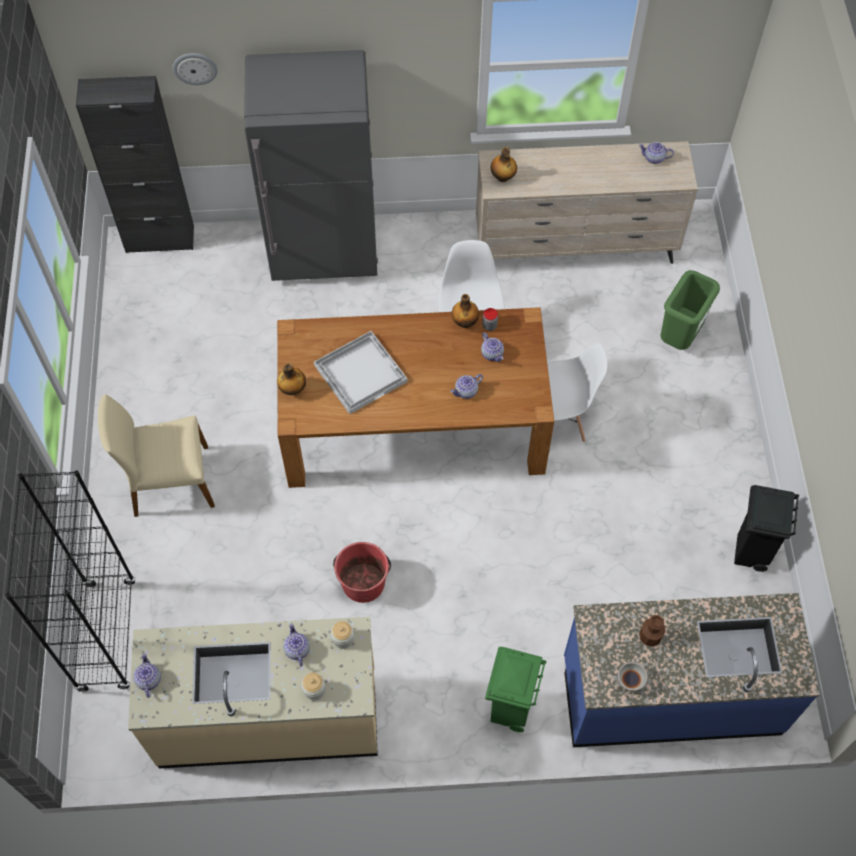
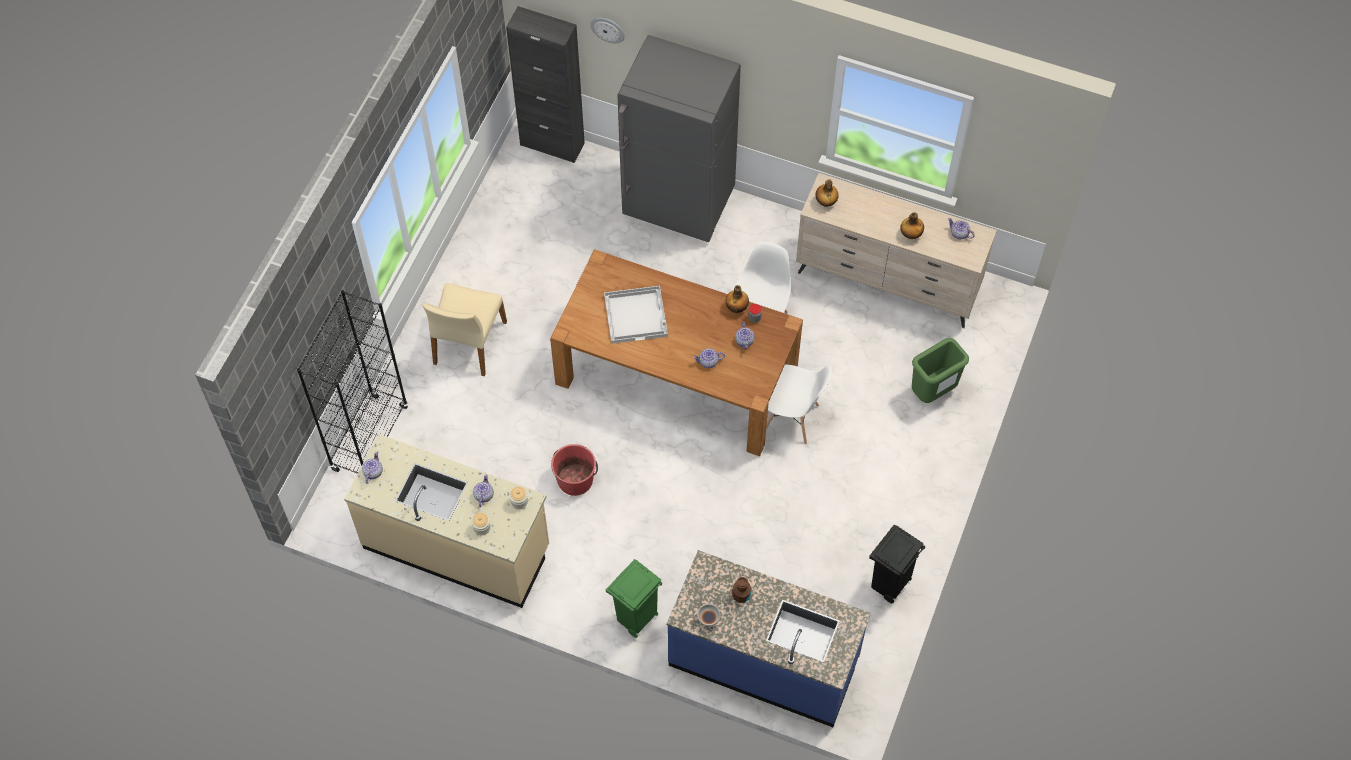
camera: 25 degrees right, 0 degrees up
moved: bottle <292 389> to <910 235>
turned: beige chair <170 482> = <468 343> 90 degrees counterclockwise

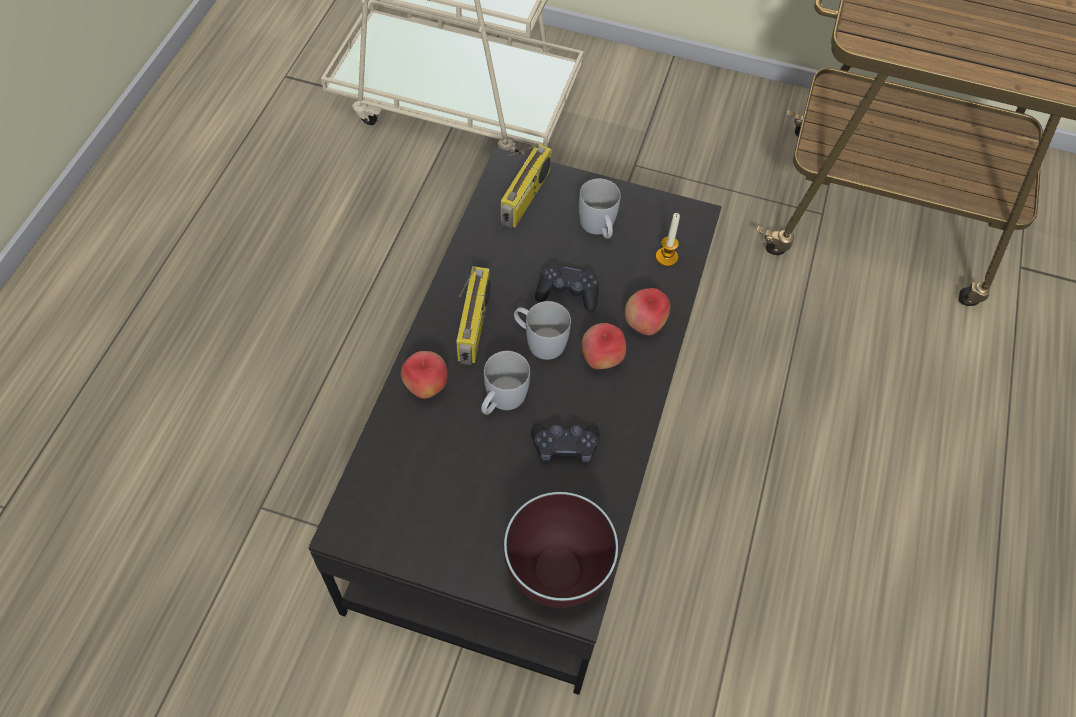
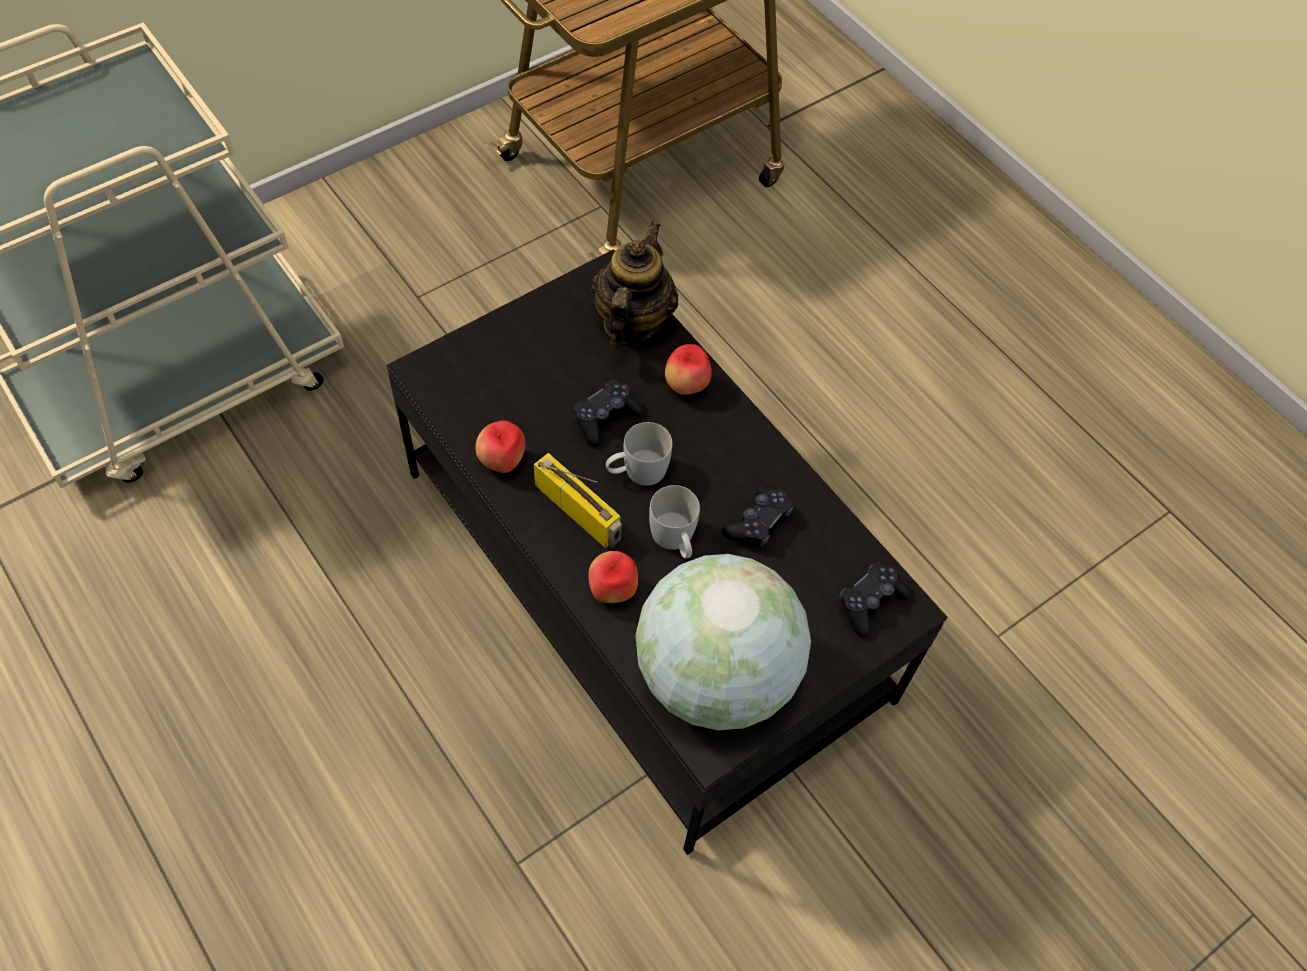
camera: 55 degrees left, 0 degrees up
removed: radio <526 198>; white mug <599 228>
added: globe <715 675>
moved: apple <601 359> to <502 461>
replaced: brown bowl <559 572> to black game controller <870 602>; candle <666 257> to teapot <631 323>

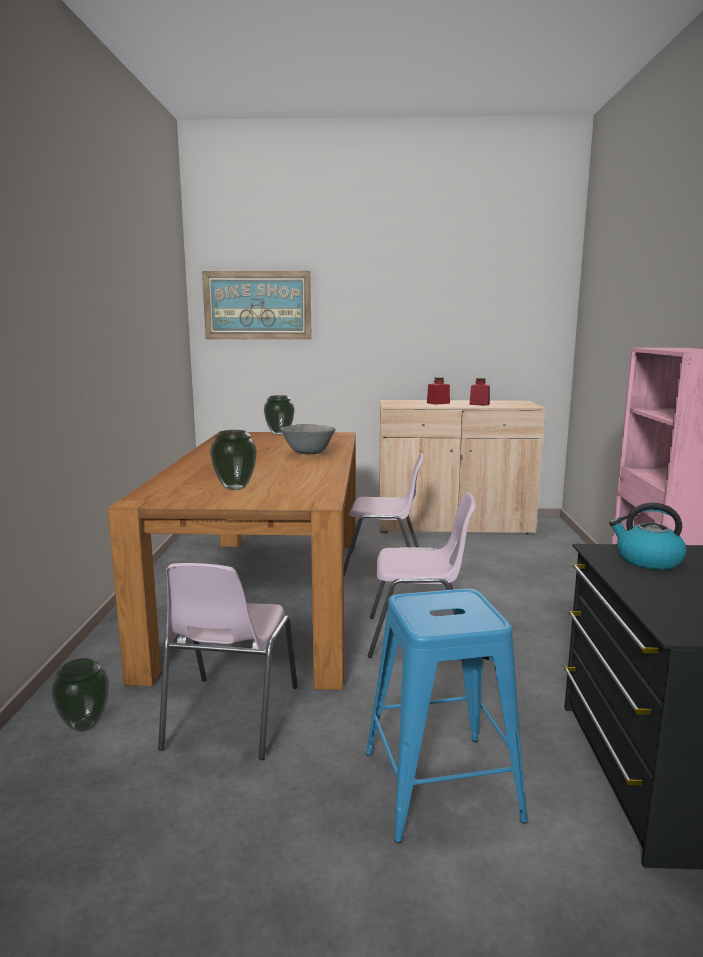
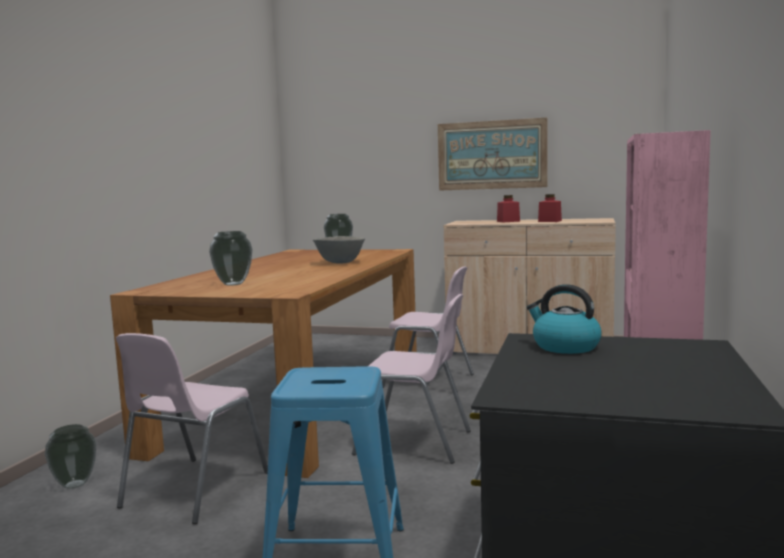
camera: 15 degrees right, 5 degrees down
moved: picture <257 305> to <491 155>

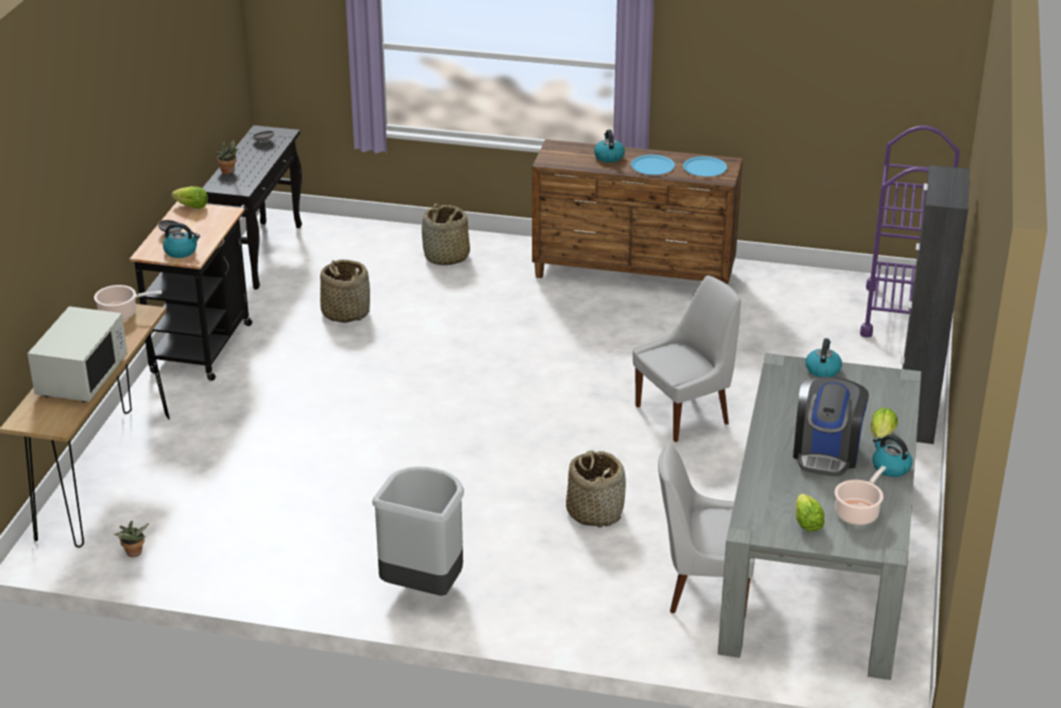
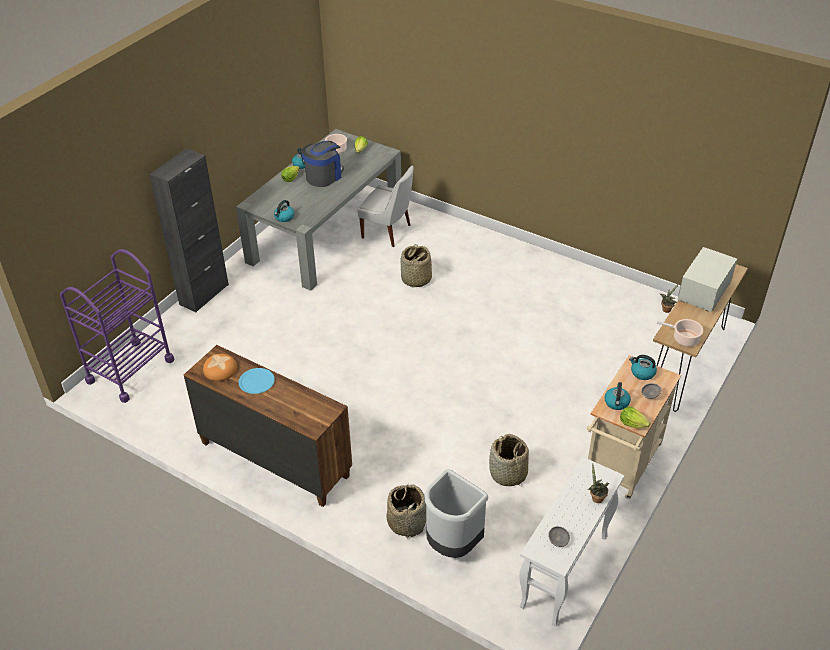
camera: 160 degrees left, 10 degrees up
removed: white chair <685 414>
moved: grey trash can <424 587> to <452 544>; kettle <608 157> to <616 403>
replaced: blue plate <704 168> to bread <220 370>
recoloured: black cart <204 343> to beige cart <620 466>; black console table <260 254> to white console table <564 572>

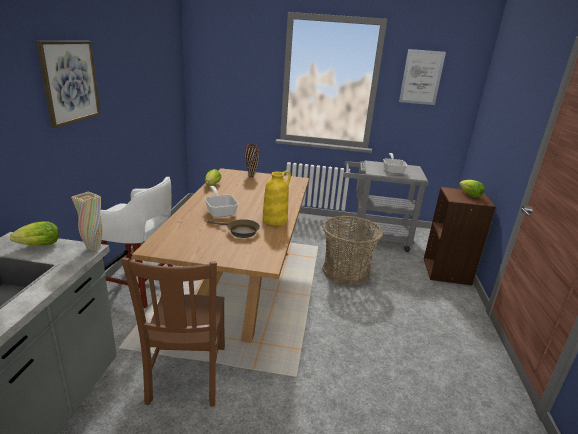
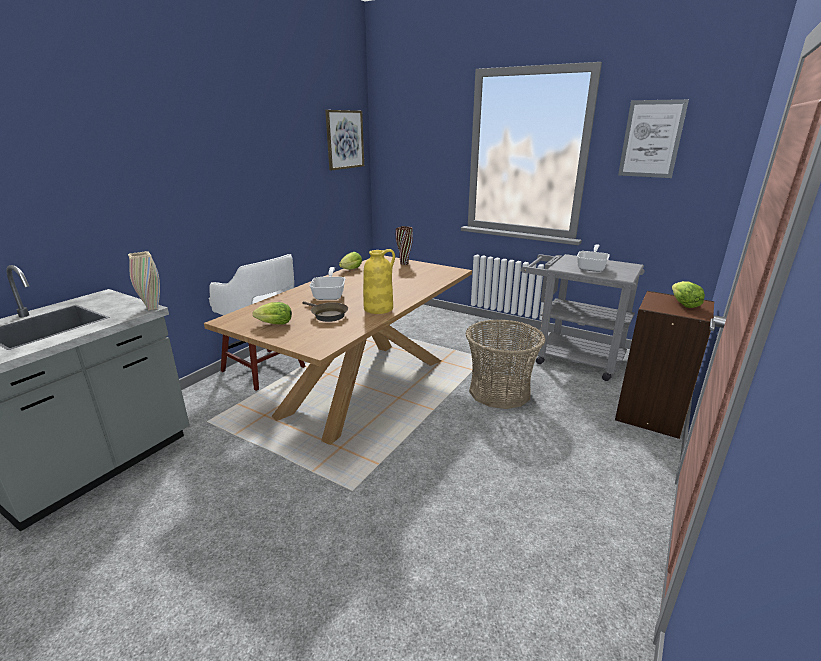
camera: 25 degrees right, 0 degrees up
removed: brown chair <187 376>
moved: lettuce <37 246> to <273 324>; picture <70 82> to <344 139>

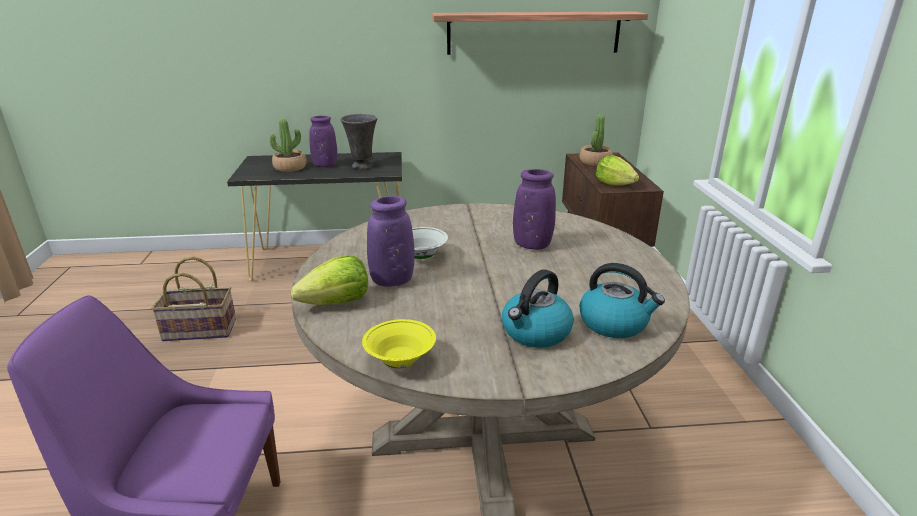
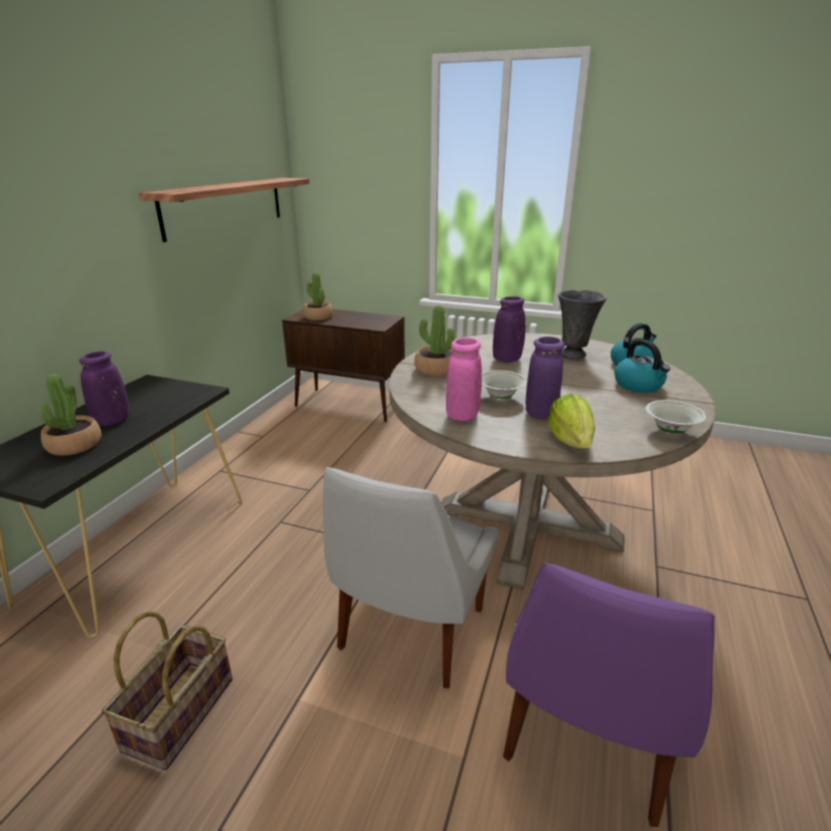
camera: 65 degrees left, 0 degrees up
removed: lettuce <614 184>
added: white chair <409 633>; potted plant <435 369>; pink vase <462 415>
moved: grey vase <362 166> to <574 355>
recoloured: yellow bowl <400 362> to white bowl <671 430>

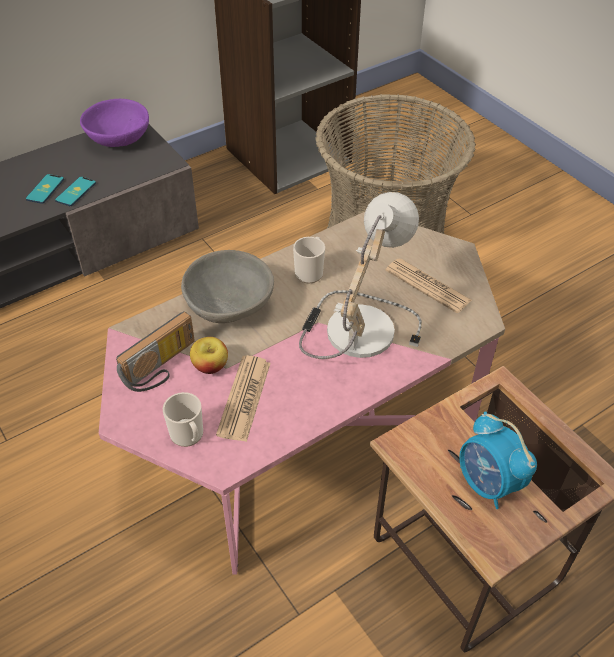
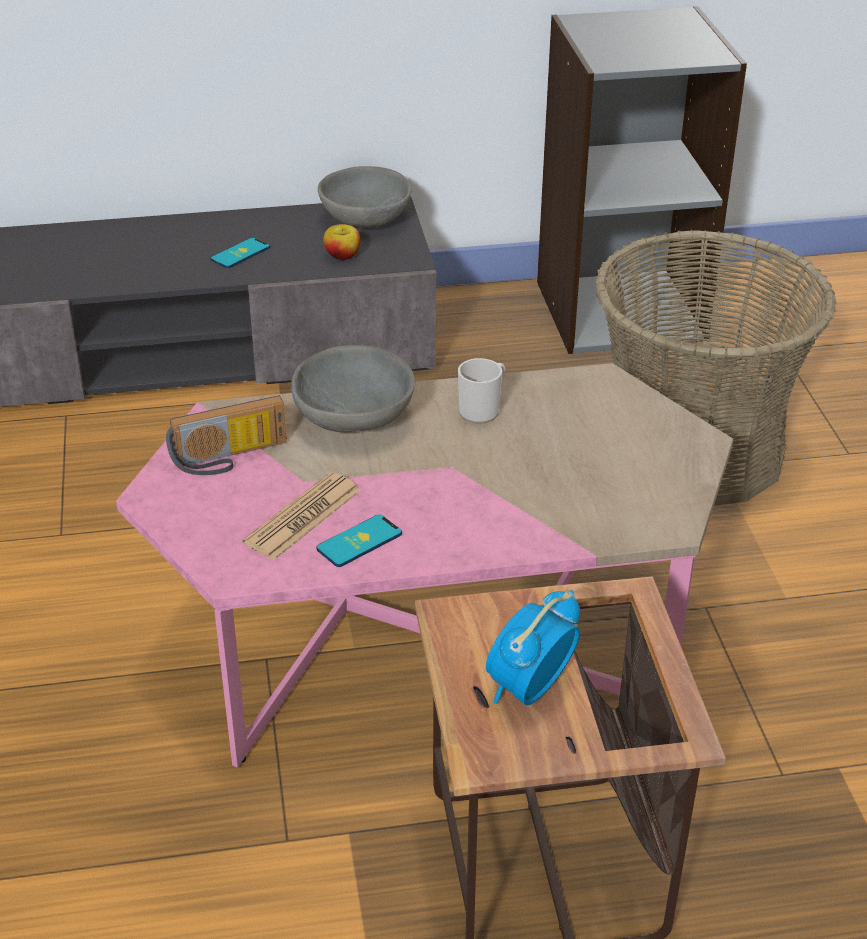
camera: 25 degrees right, 10 degrees down
removed: mug <188 436>; table lamp <355 327>; newspaper <428 286>
moved: phone <76 192> to <359 541>; apple <210 366> to <342 255>
recoloured: purple bowl <119 139> to grey bowl <366 220>
turned: alarm clock <488 483> = <529 689> 45 degrees clockwise

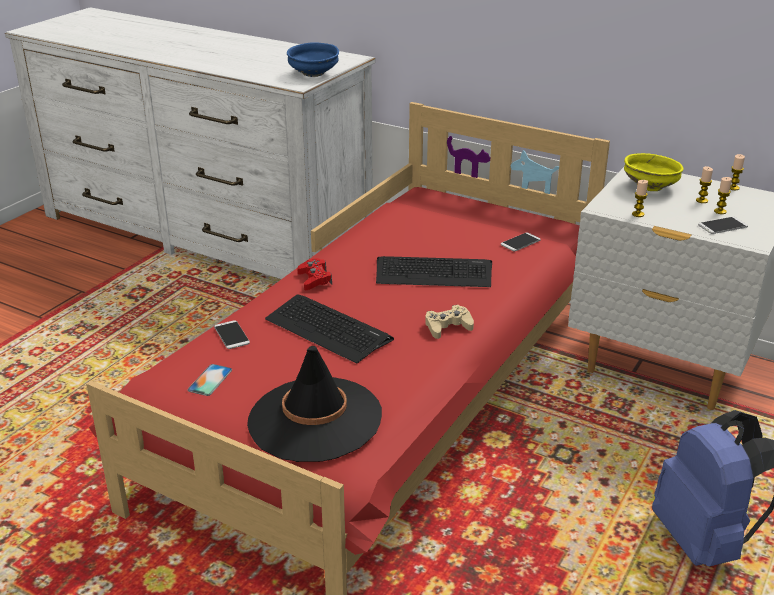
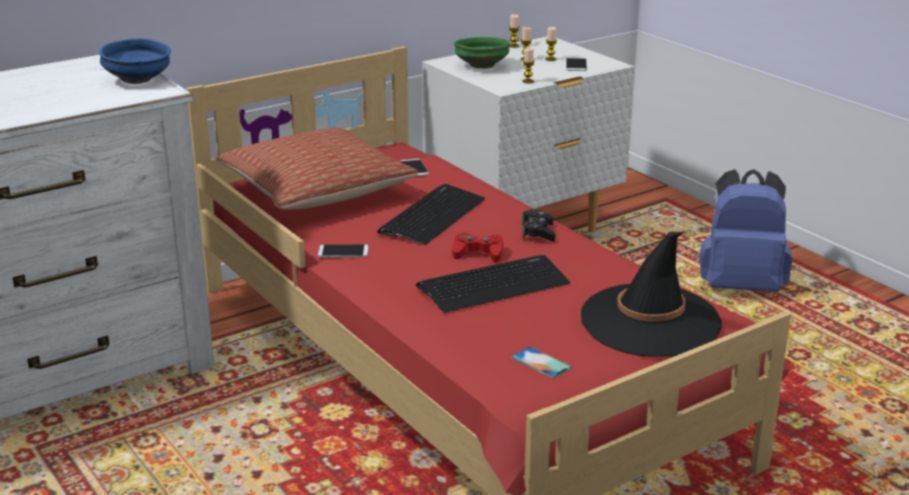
camera: 65 degrees left, 5 degrees down
added: pillow <316 191>
moved: phone <231 335> to <343 252>; red game controller <314 279> to <478 253>
recoloured: beige game controller <448 327> to black game controller <538 232>; yellow bowl <651 187> to green bowl <481 66>

